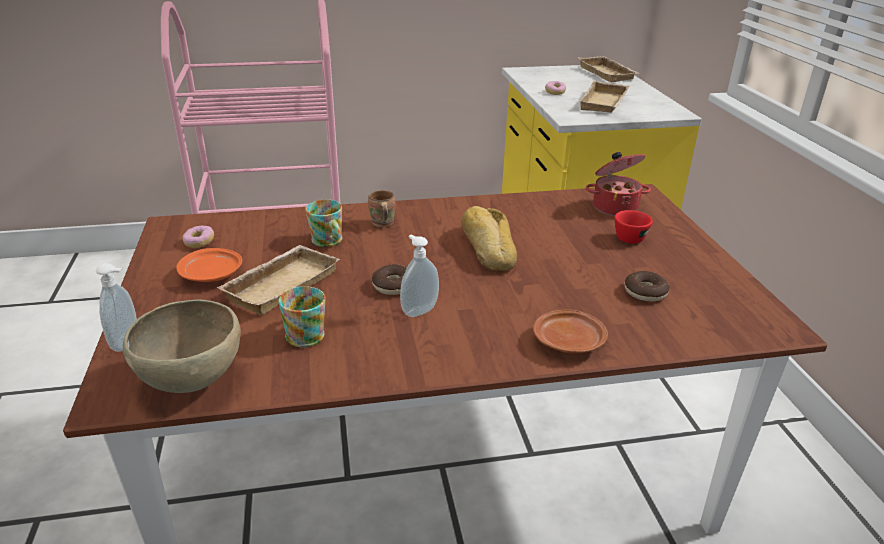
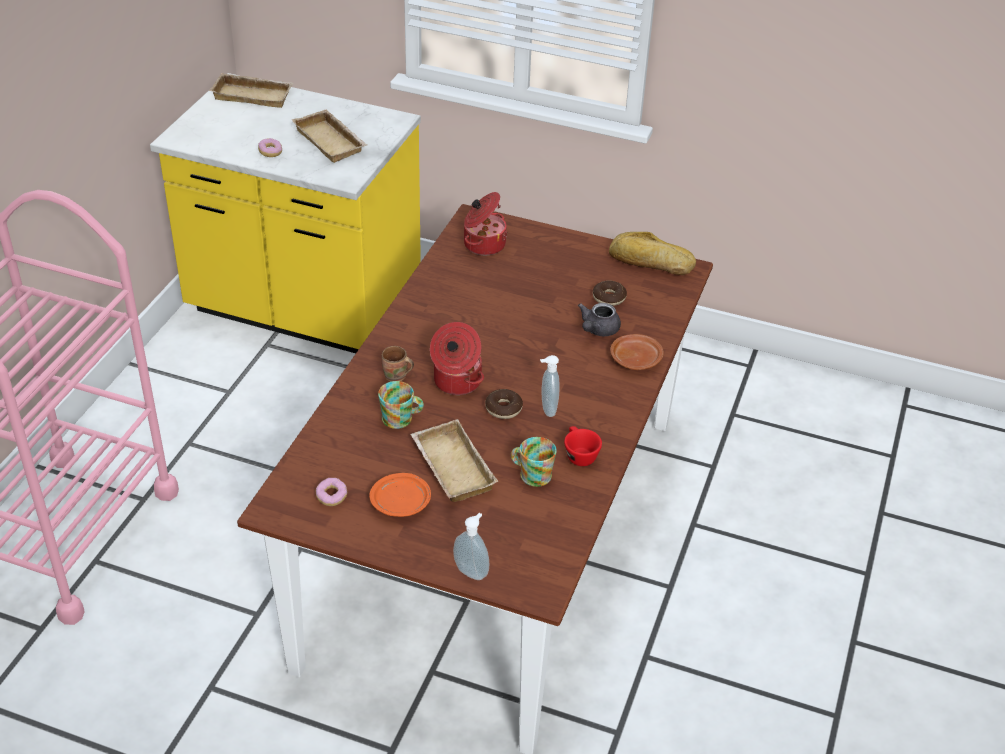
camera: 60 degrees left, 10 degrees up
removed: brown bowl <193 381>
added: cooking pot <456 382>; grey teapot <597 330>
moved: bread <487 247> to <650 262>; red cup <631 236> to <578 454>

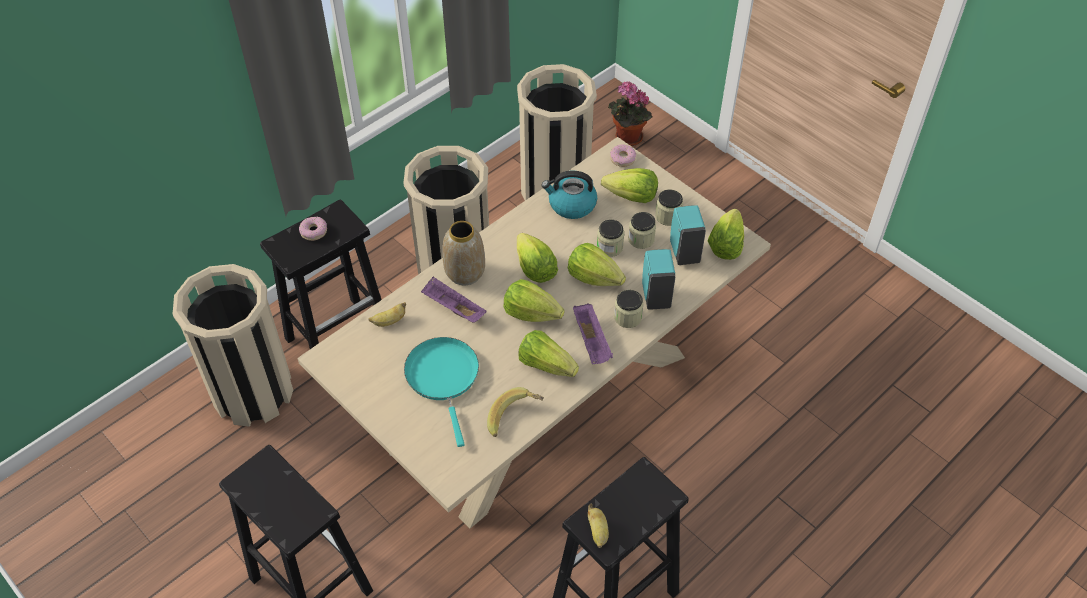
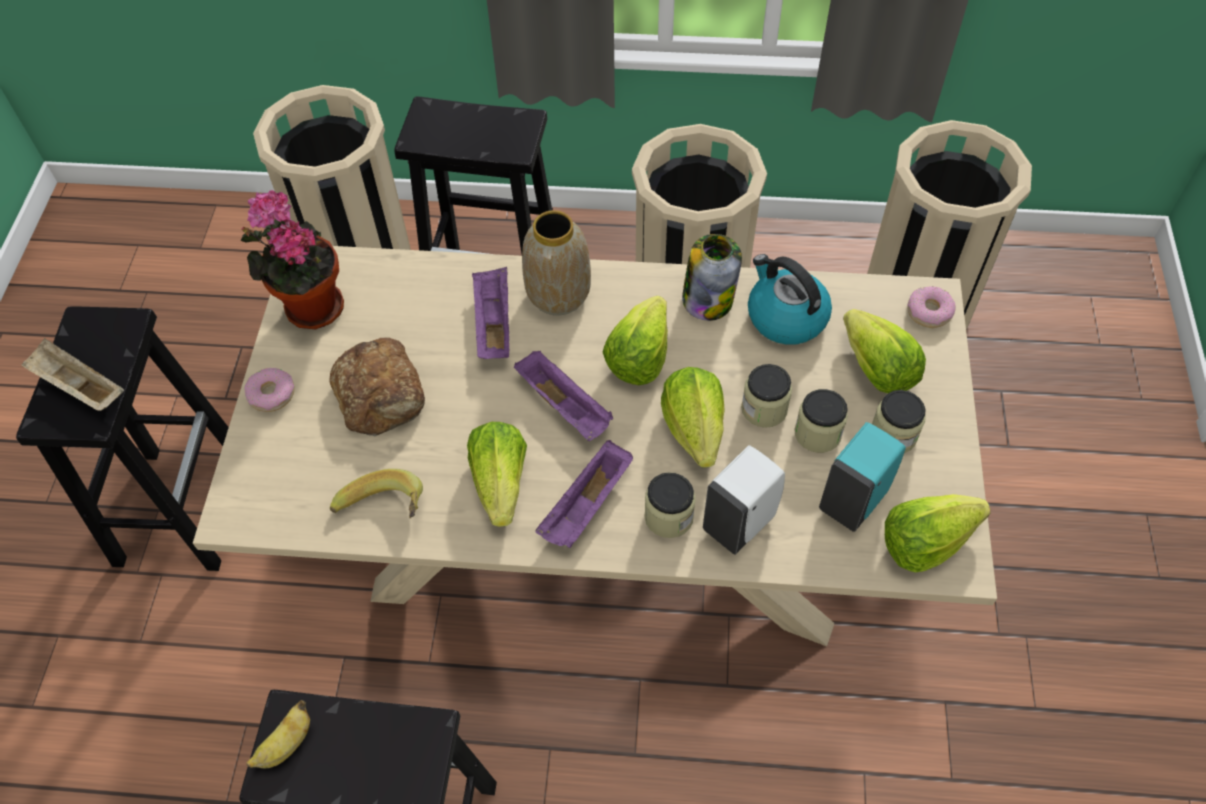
camera: 50 degrees right, 5 degrees up
removed: banana <389 321>
added: beige tray <79 387>; jar <708 299>
moved: donut <313 231> to <271 394>; potted plant <626 138> to <309 306>
replaced: turquoise frying pan <443 377> to bread <381 393>; lettuce <531 313> to purple tray <565 406>
recoloured: turquoise soap dispenser <655 295> to white soap dispenser <740 522>

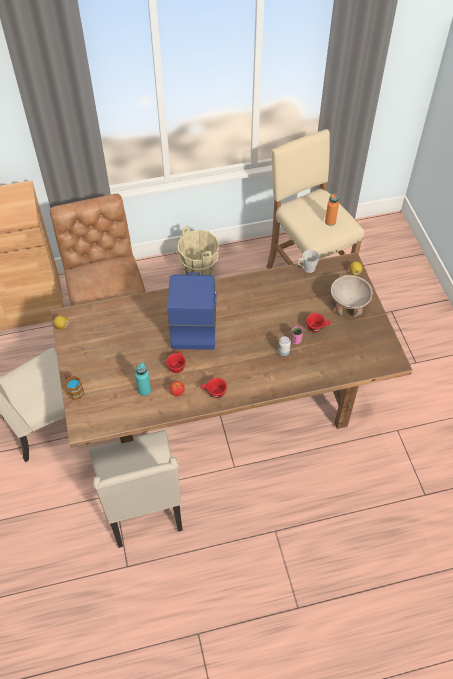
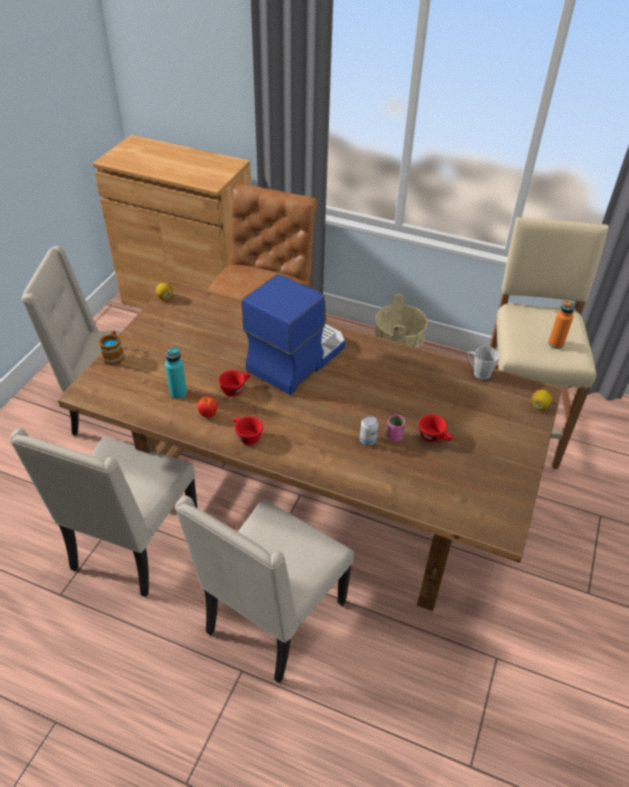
camera: 35 degrees right, 10 degrees down
removed: beige bowl <348 305>
added: beige chair <273 618>

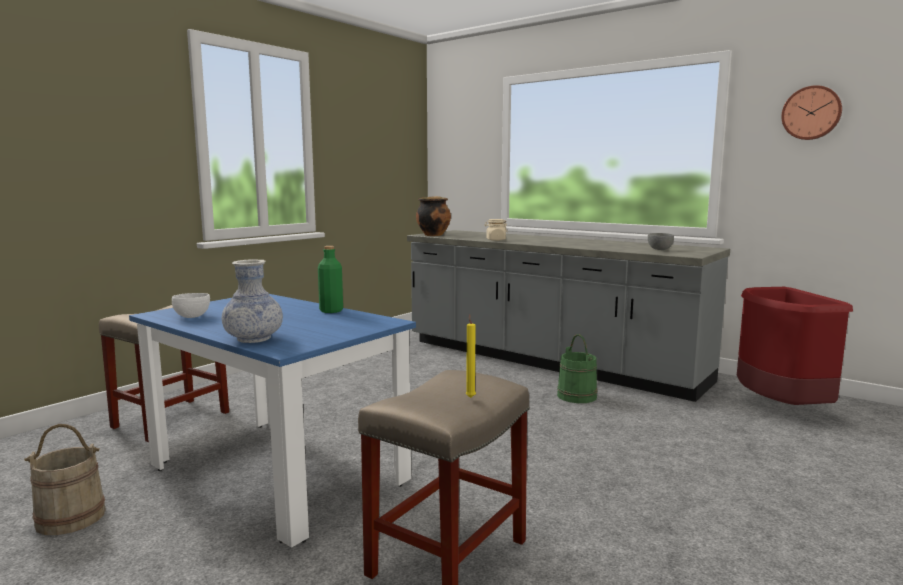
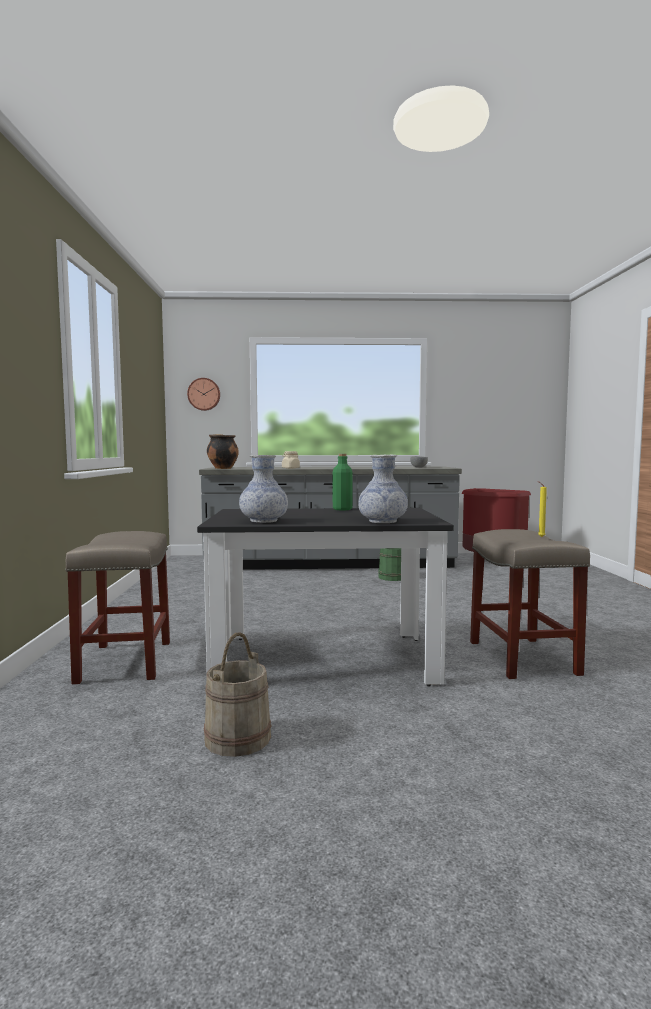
camera: 40 degrees left, 5 degrees down
moved: wall clock <811 113> to <204 394>
replaced: white bowl <191 317> to vase <264 521>
recoloured: blue dining table <278 473> to black dining table <324 660>

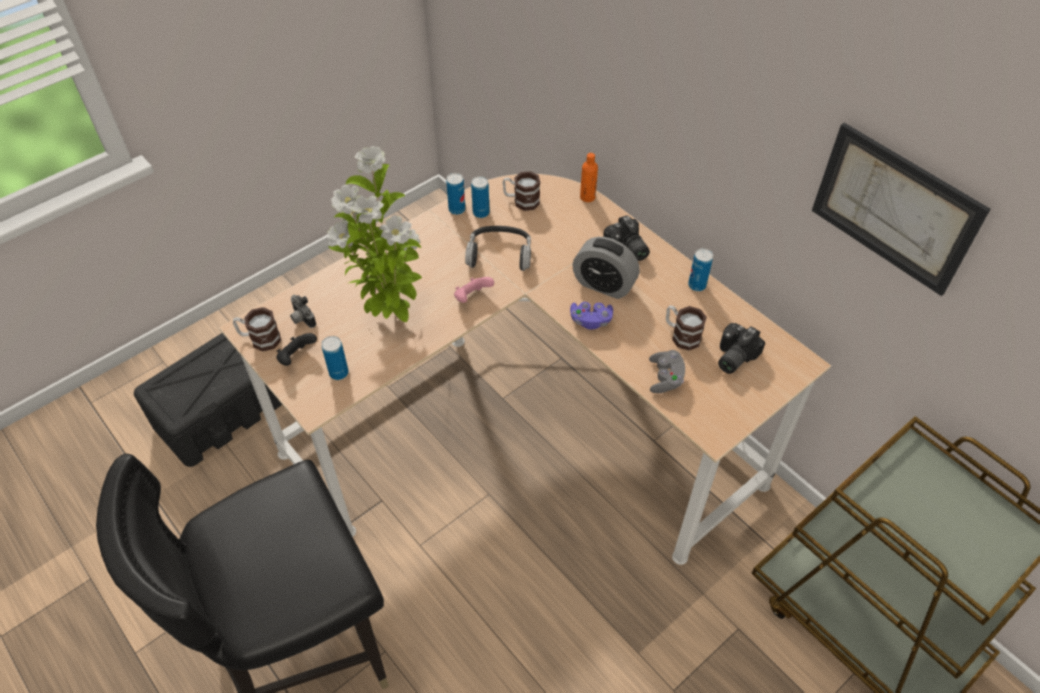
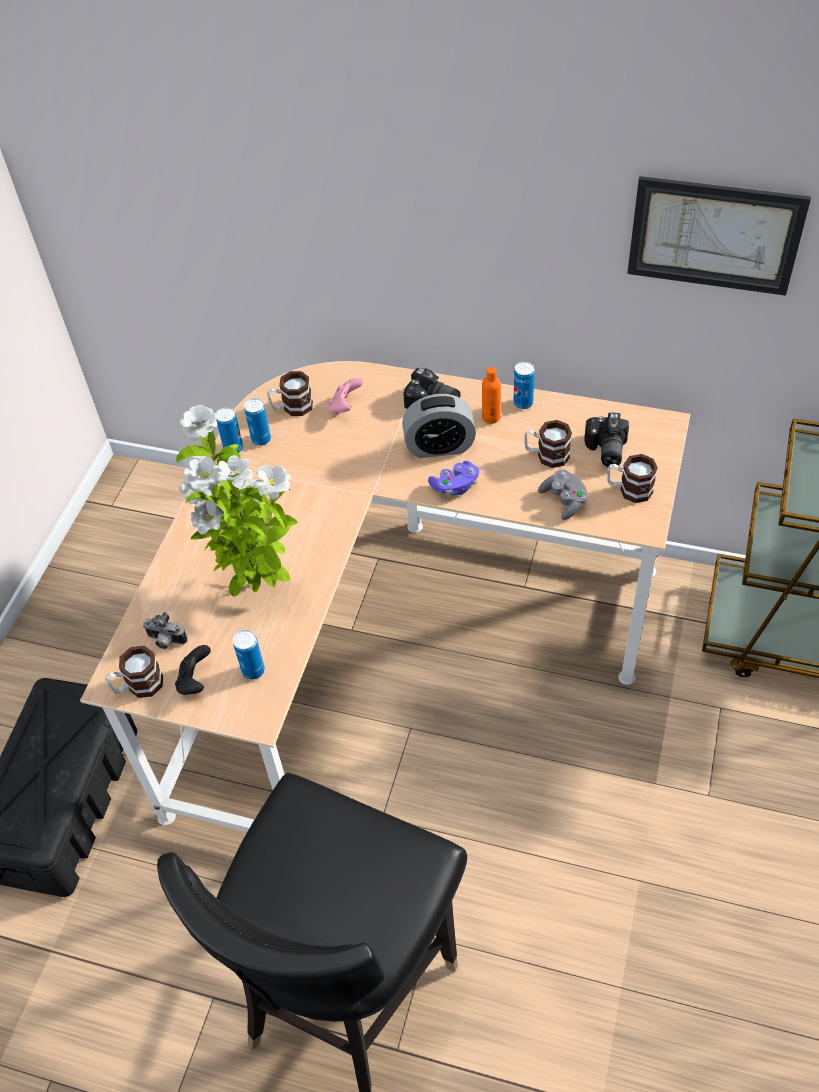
camera: 30 degrees left, 0 degrees up
removed: headphones <499 254>
added: mug <629 489>
moved: pink game controller <472 298> to <345 407>; orange bottle <587 197> to <491 417>

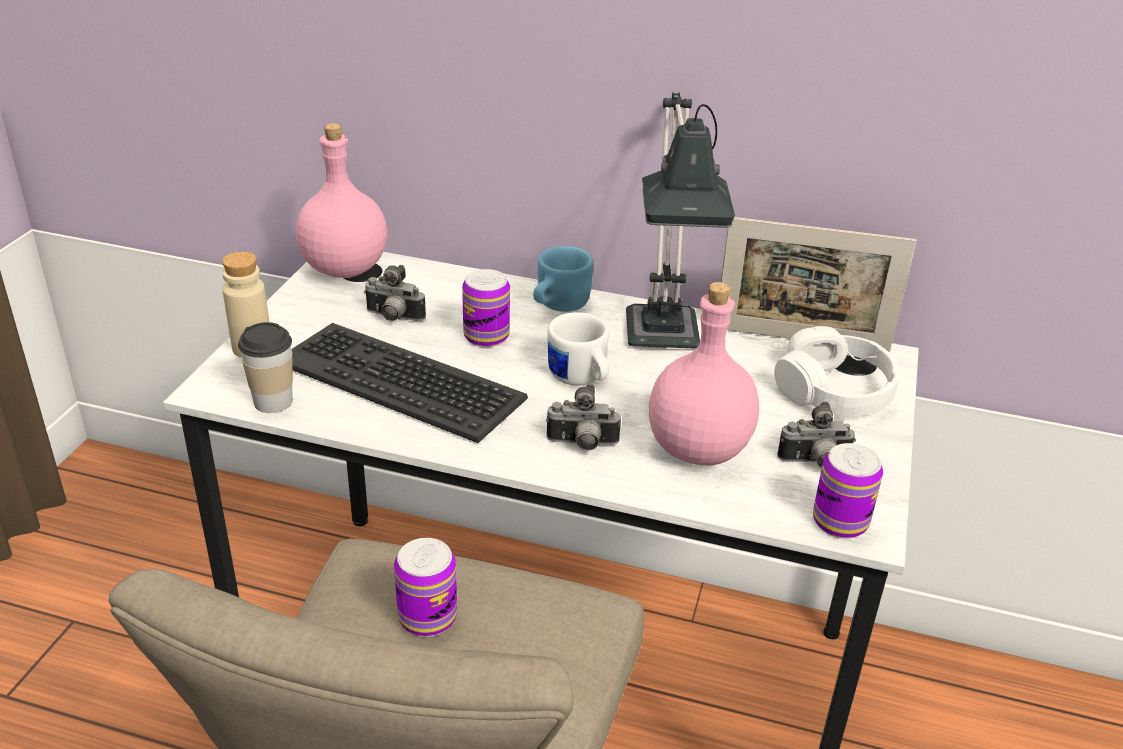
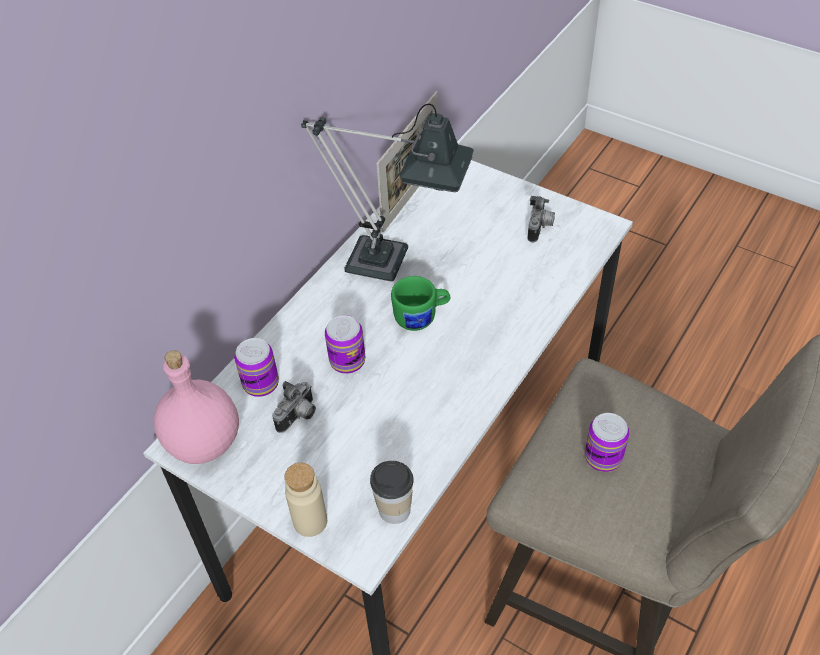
camera: 70 degrees left, 15 degrees up
removed: keyboard <401 381>; blue mug <557 306>; photo camera <582 444>; pink bottle <699 448>; white headphones <834 390>
moved: can <840 521> to <261 383>
recoloured: white mug <580 379> to green mug <422 317>

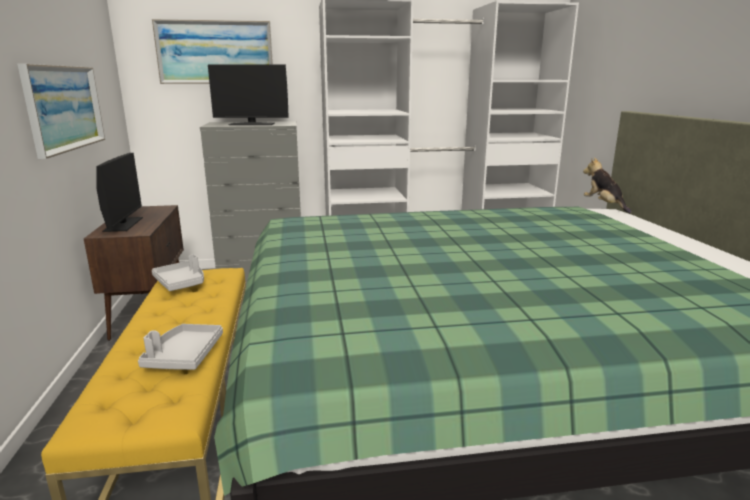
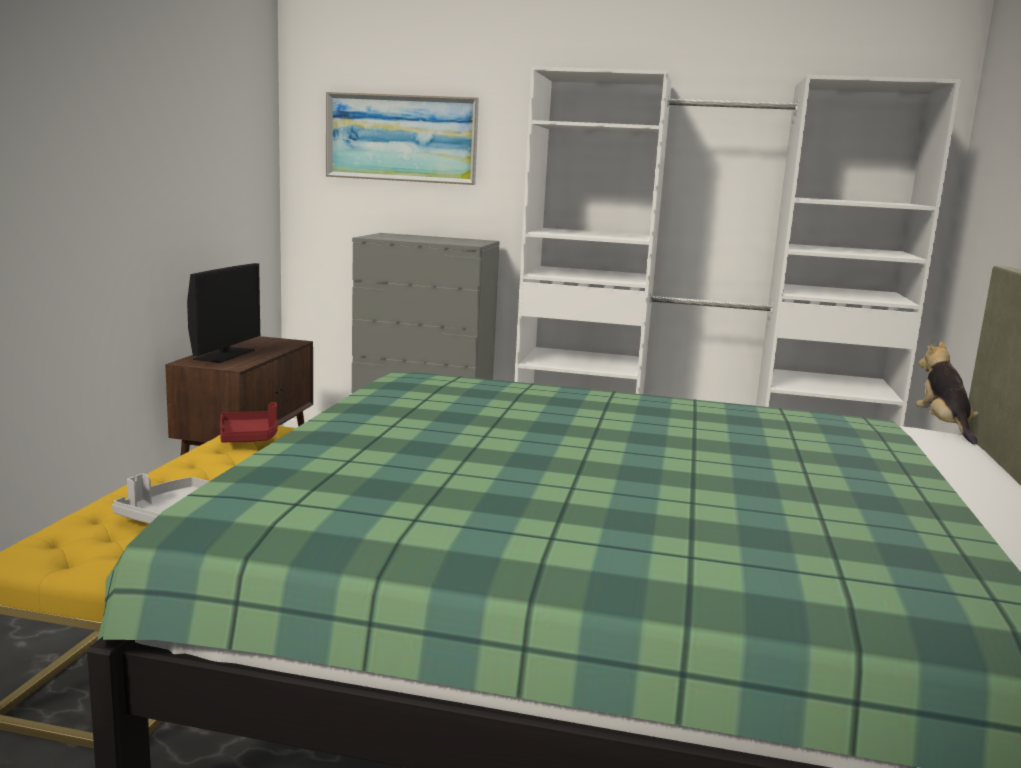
camera: 20 degrees right, 5 degrees down
removed: picture <64 108>; monitor <252 124>
recoloured: grey tray <181 283> to red tray <249 437>

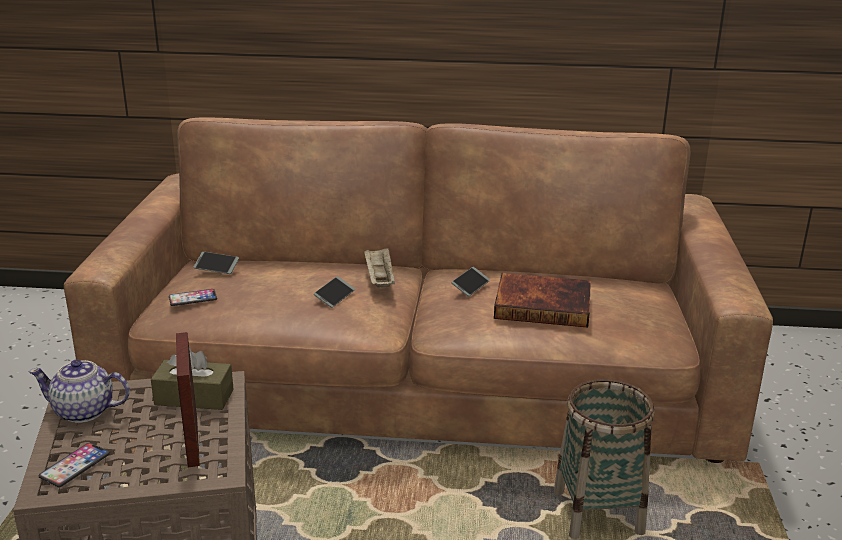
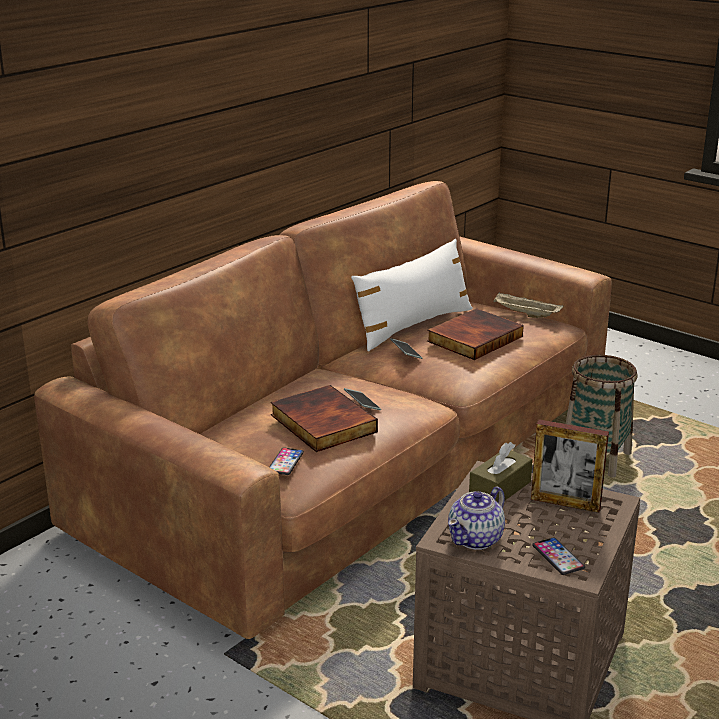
camera: 55 degrees left, 0 degrees up
removed: phone <216 267>
added: book <321 423>; white pillow <412 325>
moved: beige tray <379 279> to <525 315>

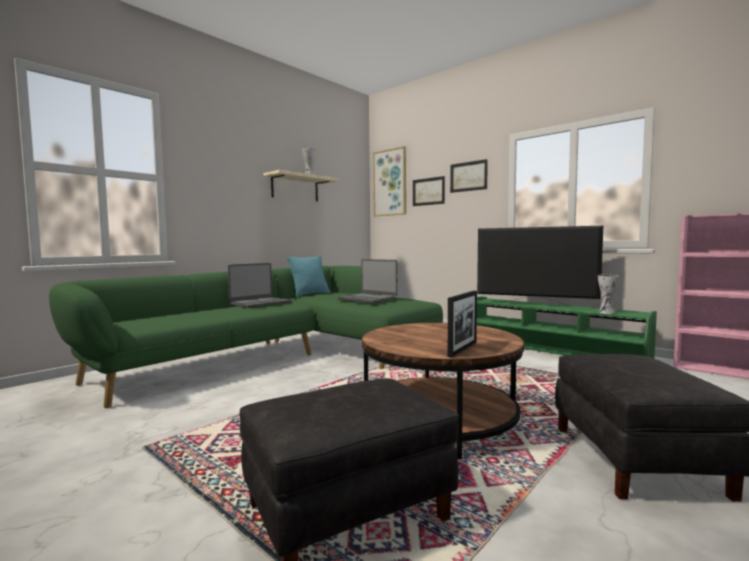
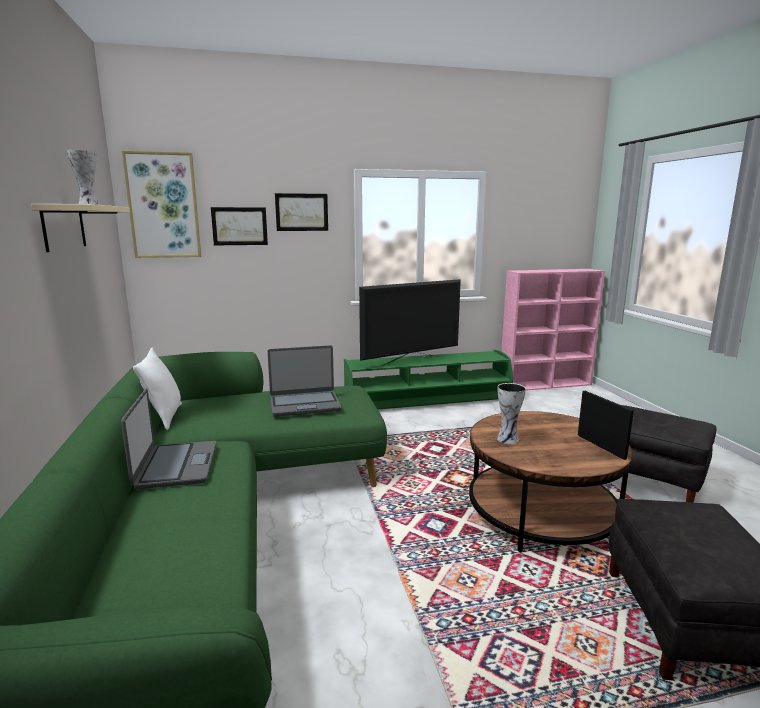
camera: 55 degrees left, 10 degrees up
moved: vase <607 312> to <509 439>
recoloured: turquoise pillow <310 294> to white pillow <164 417>

